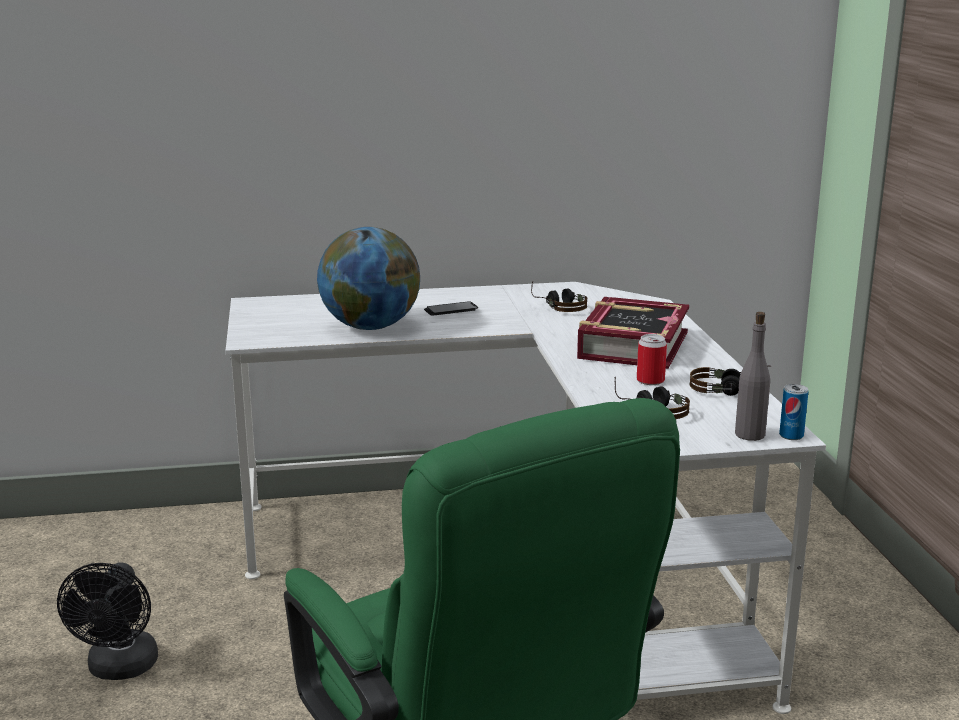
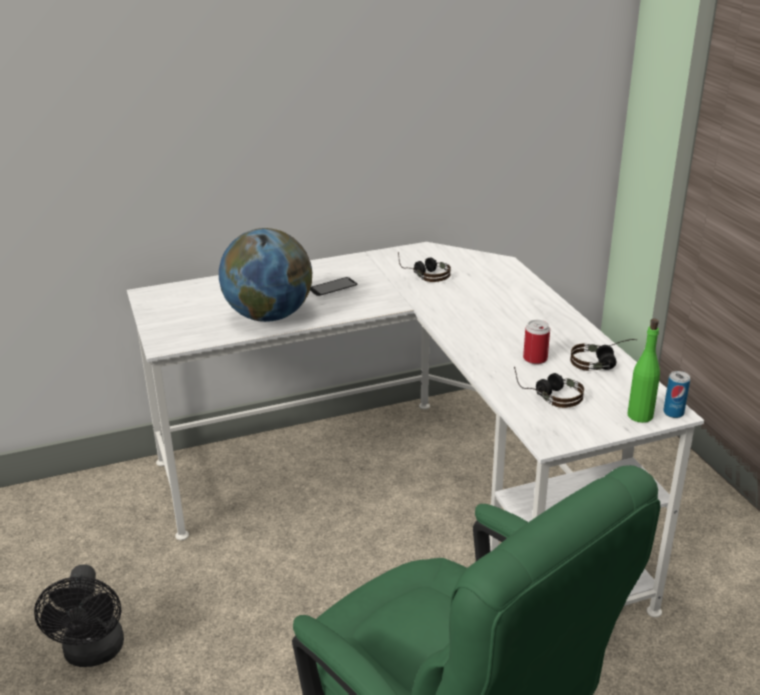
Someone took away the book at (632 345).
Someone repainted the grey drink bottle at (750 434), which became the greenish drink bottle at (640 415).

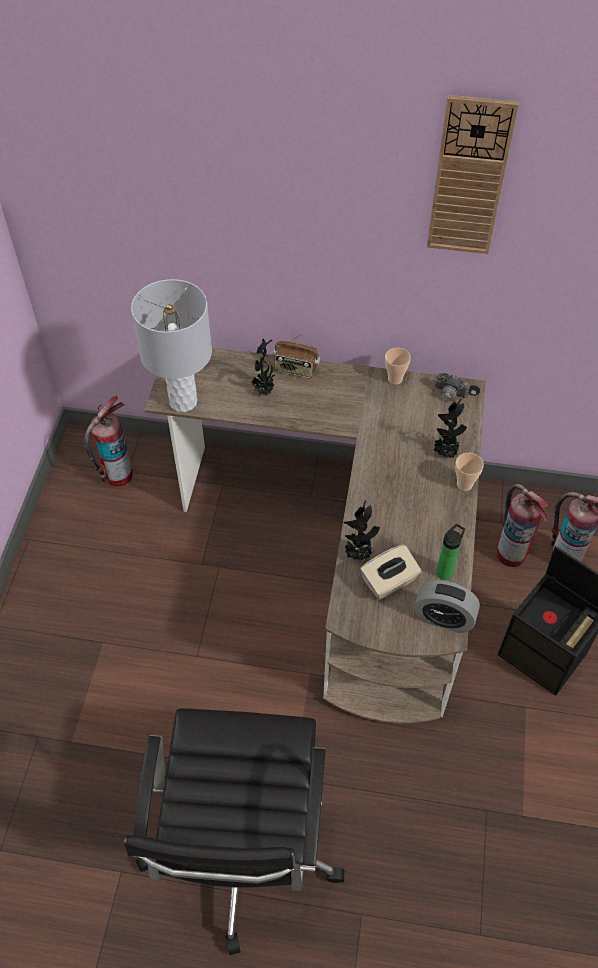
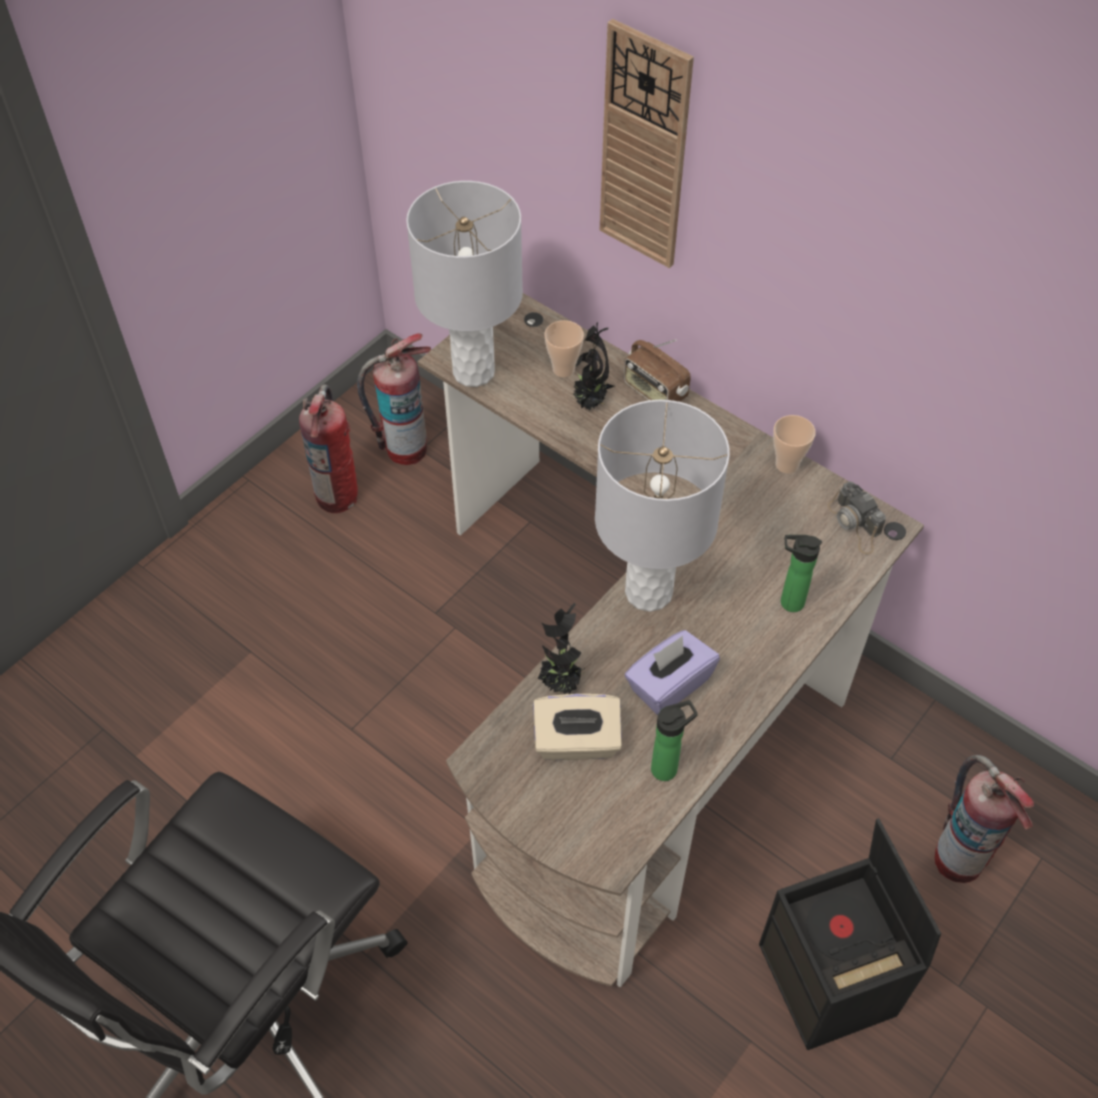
Someone took away the bedside clock at (443 618).
Someone carried the wall clock from (469 178) to (645 148).
Someone swapped the plant in a pot at (446 453) for the drink bottle at (788 602).
Someone carried the drinking cup from (464 484) to (563 369).
Someone carried the extinguisher from (511 553) to (338 496).
Someone put down the grey tabletop lamp at (649 592).
Someone put down the purple-coloured tissue holder at (668 685).

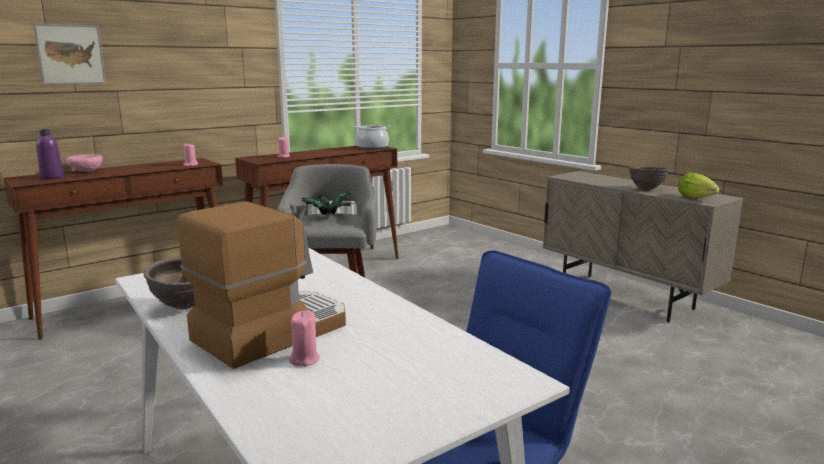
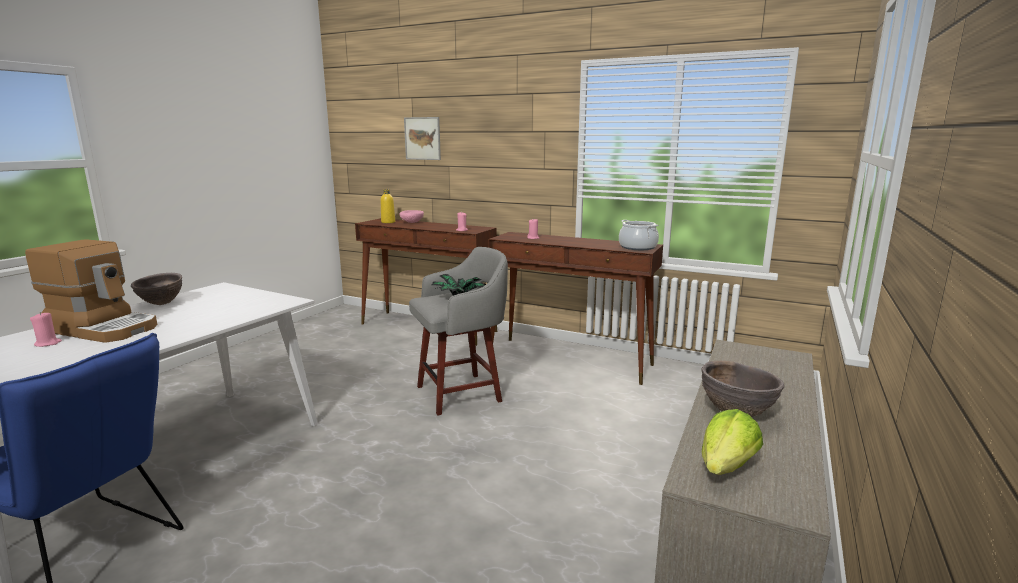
Someone repainted the purple-coloured drink bottle at (52 177), which became the yellow drink bottle at (388 222).

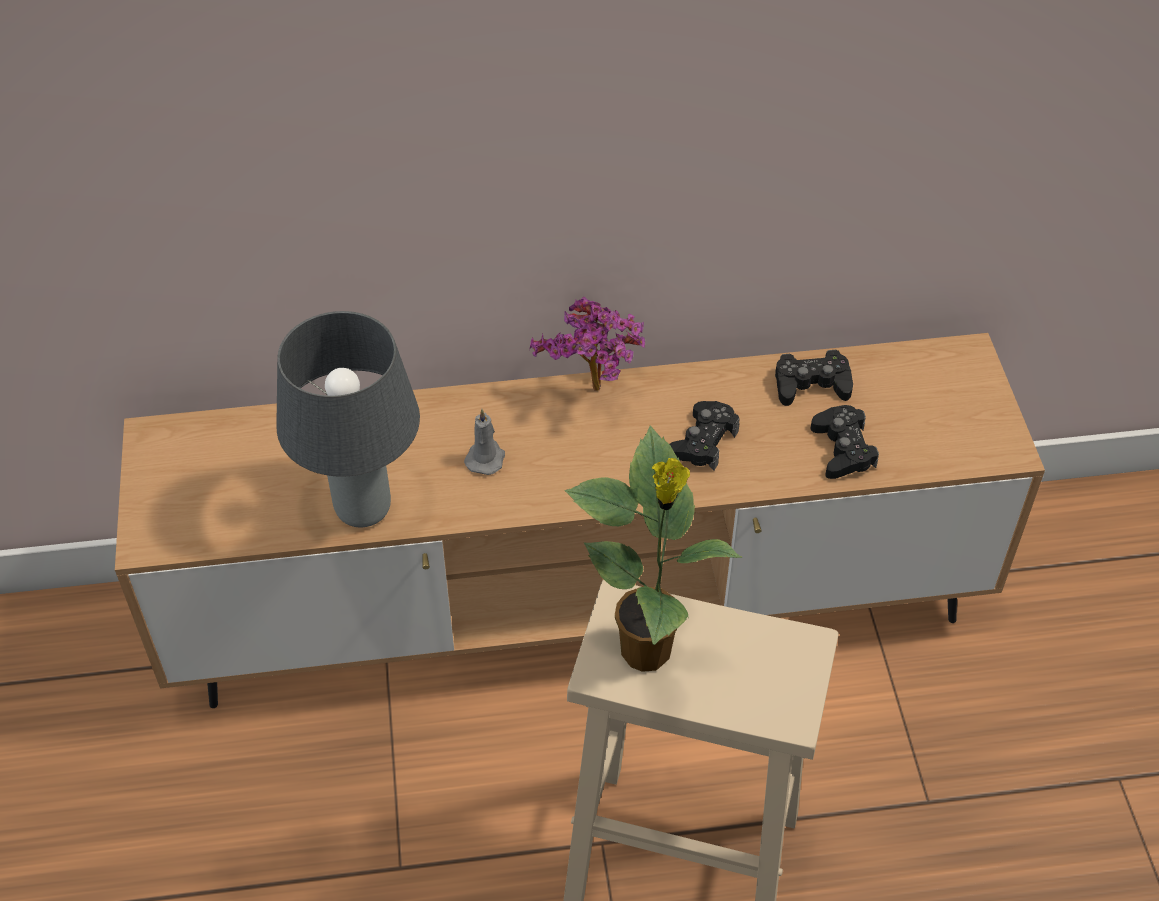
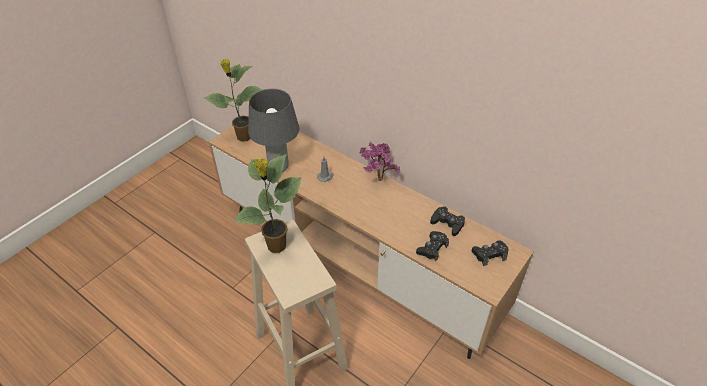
Someone carried the black gamepad from (703 442) to (489 254).
Someone put down the plant in a pot at (243 137).

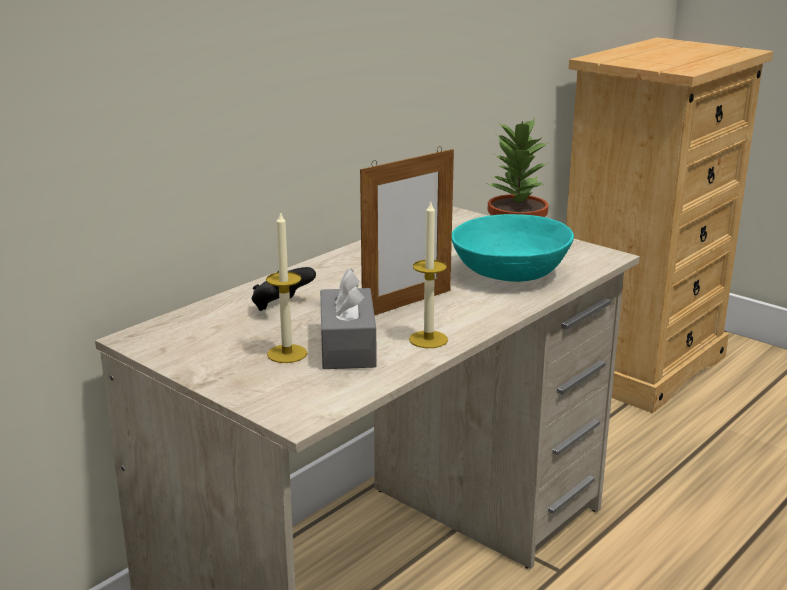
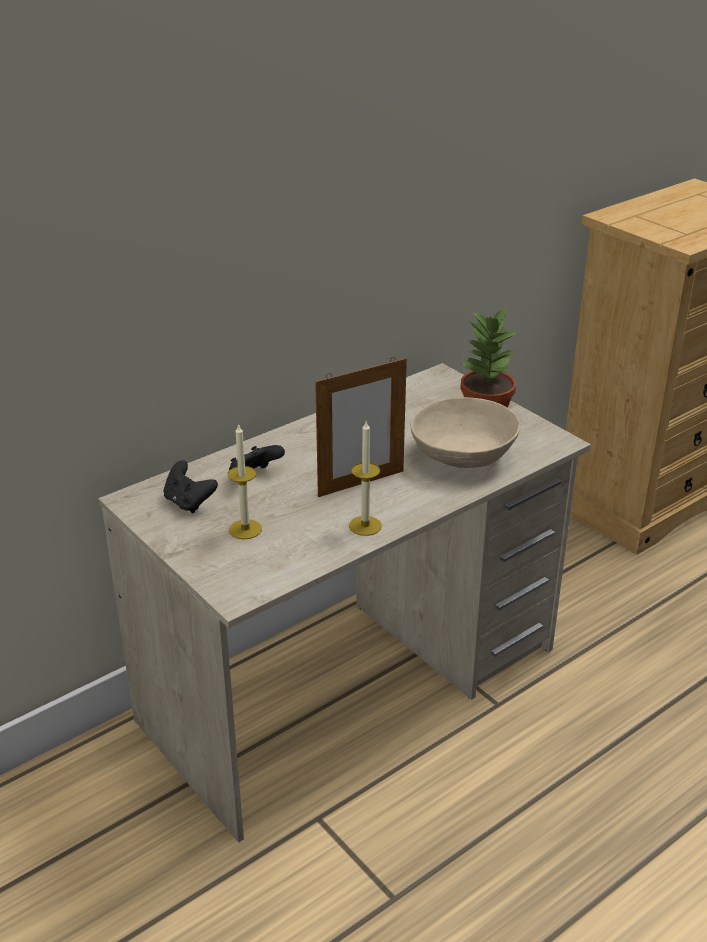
Someone took away the grey tissue holder at (347 346).
Someone repainted the turquoise-coloured serving bowl at (510 273), which became the beige-coloured serving bowl at (464 455).
Someone put down the black gamepad at (189 502).

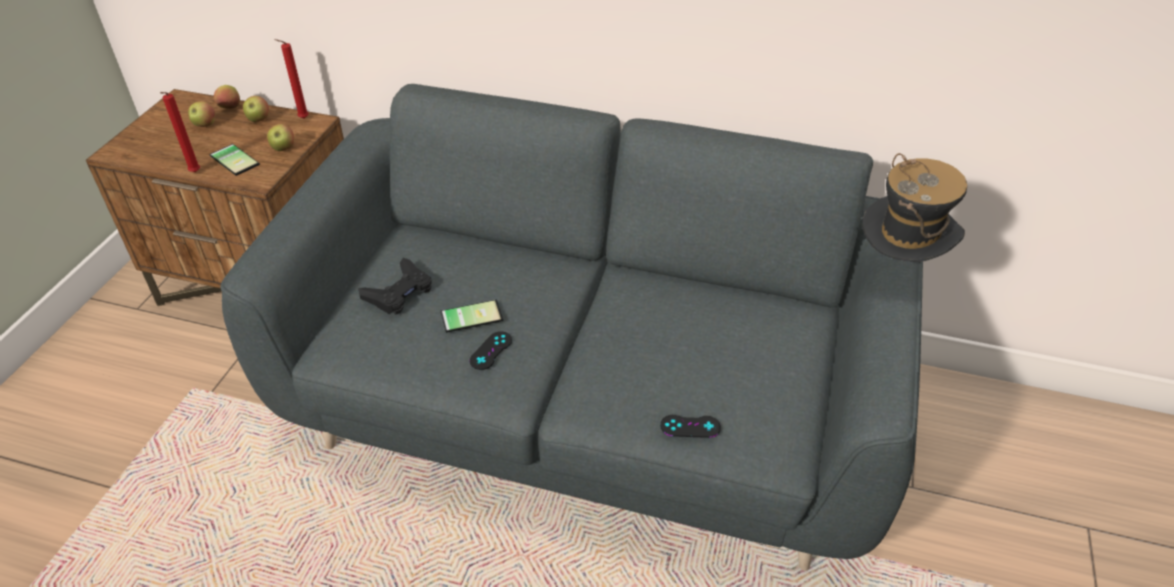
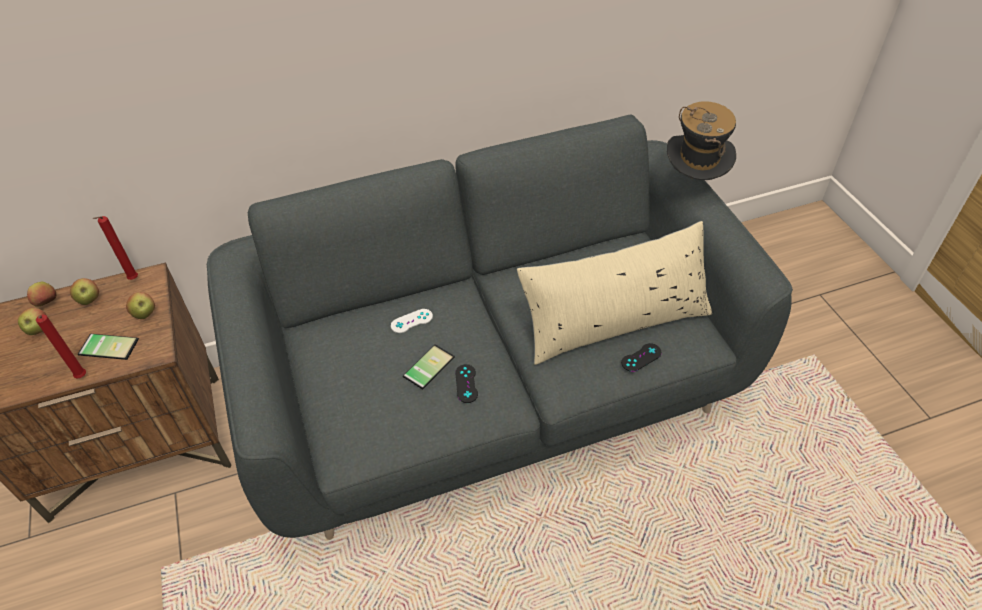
Someone took away the black gamepad at (399 292).
Someone put down the whitish gamepad at (411 321).
Someone put down the beige-coloured pillow at (614 321).

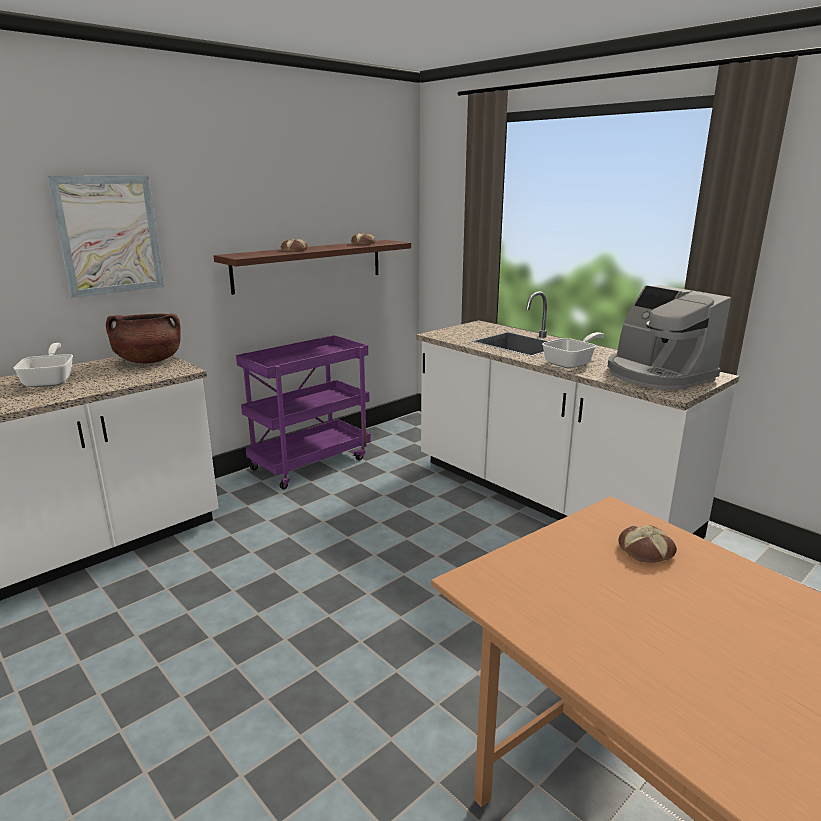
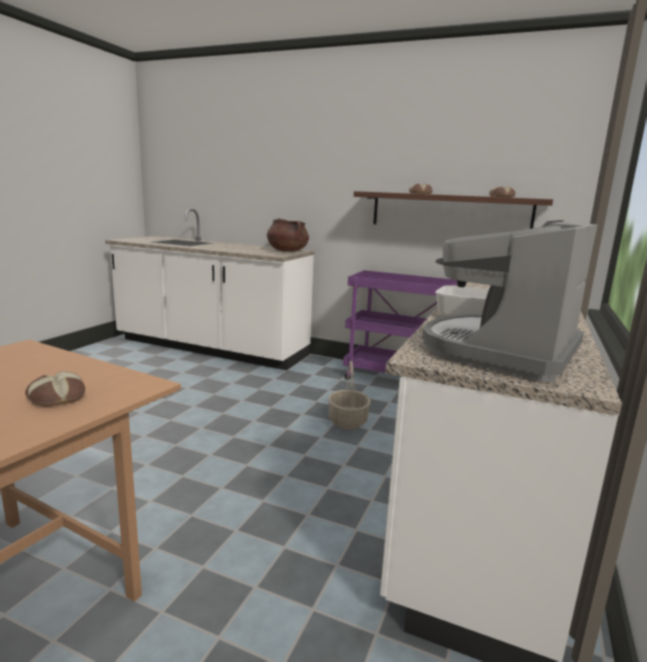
Someone took away the pan at (51 380).
Someone took away the wall art at (109 235).
Someone put down the basket at (348 421).

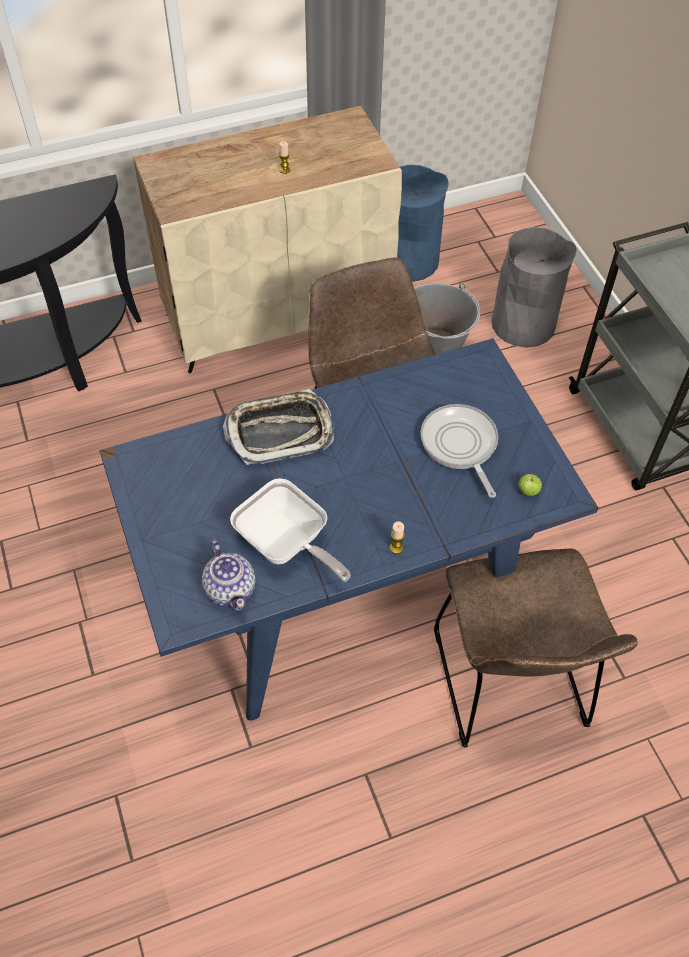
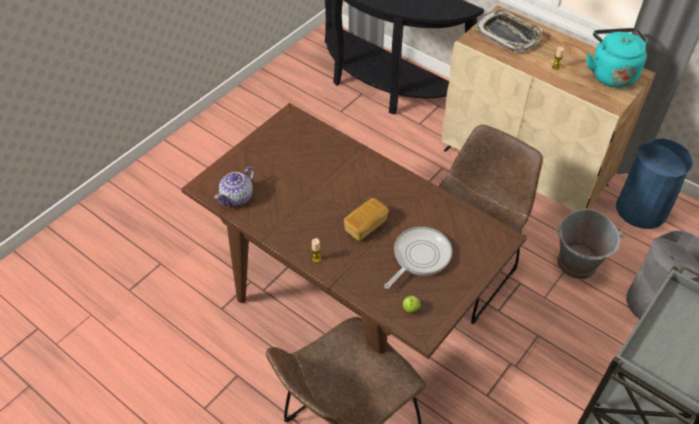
Someone repainted the blue kitchen table at (342 593), which became the brown kitchen table at (349 303).
Someone carried the carrying tray from (280 432) to (508 34).
Someone took away the pan at (287 546).
Someone put down the bread at (365 226).
Someone put down the turquoise-coloured kettle at (611 73).

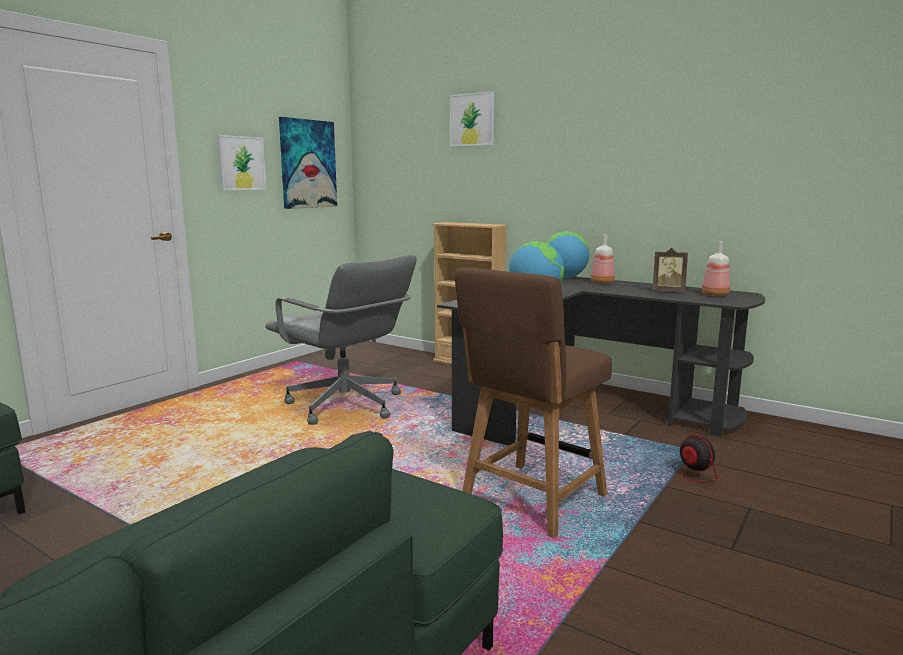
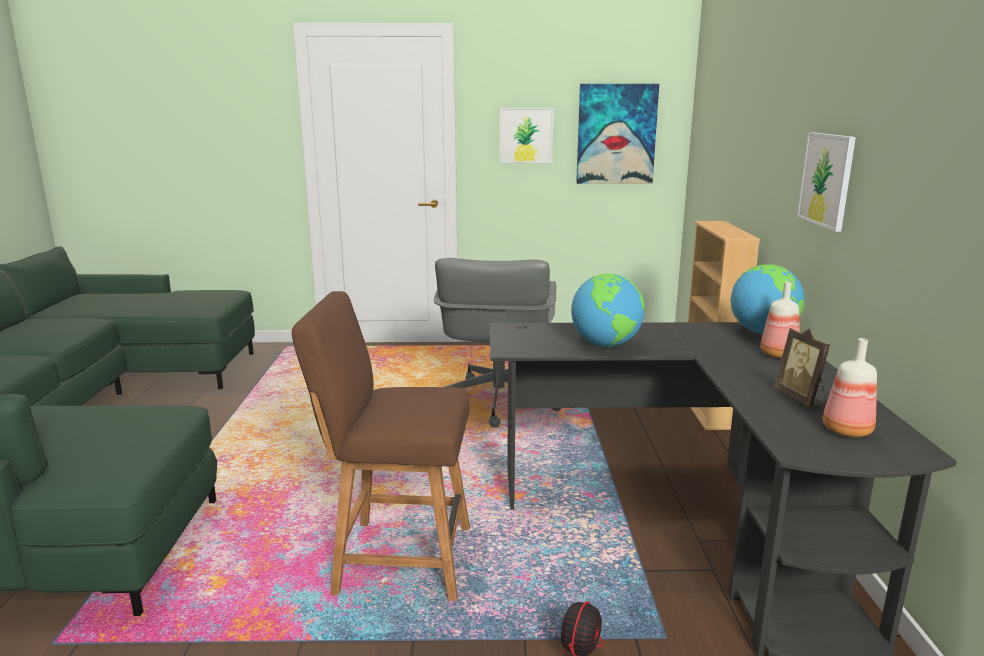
Someone carried the wall art from (472 120) to (826 180).

